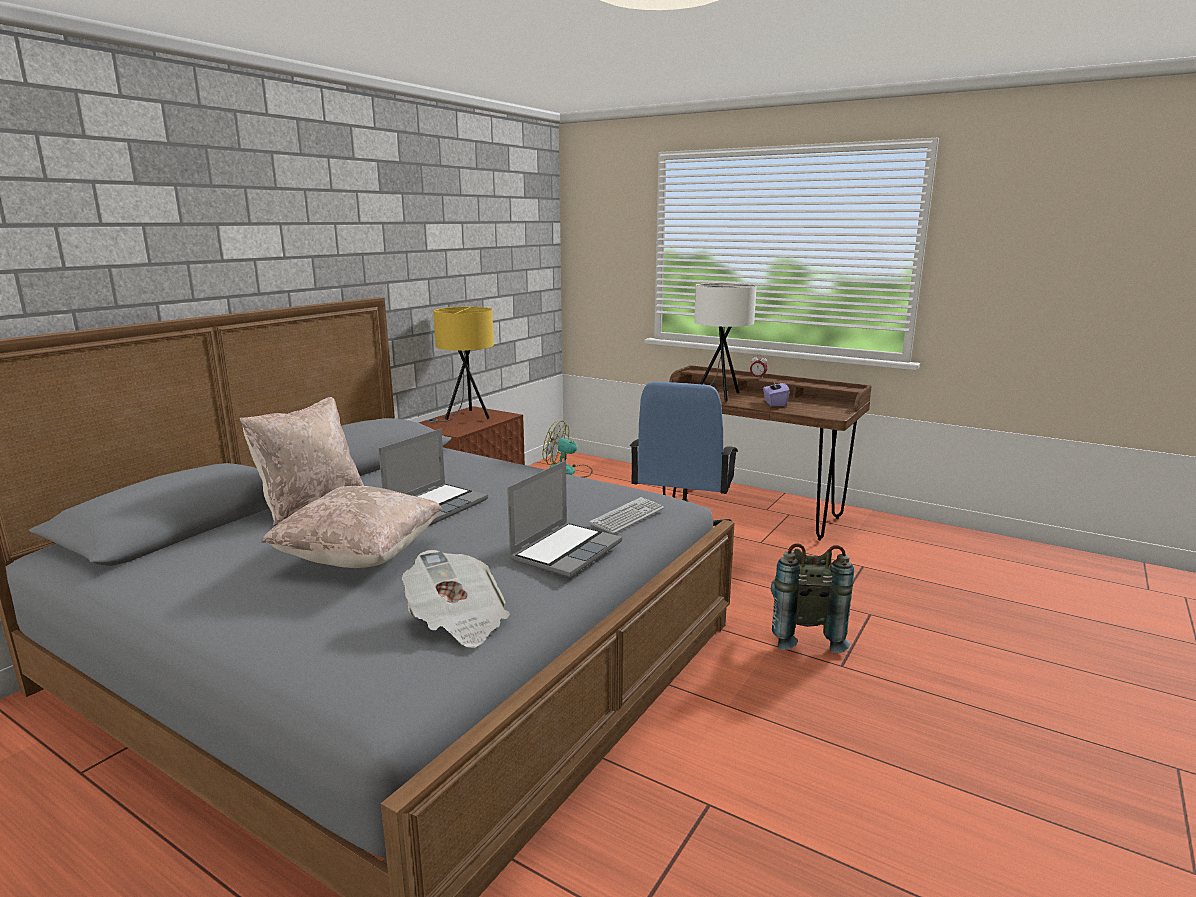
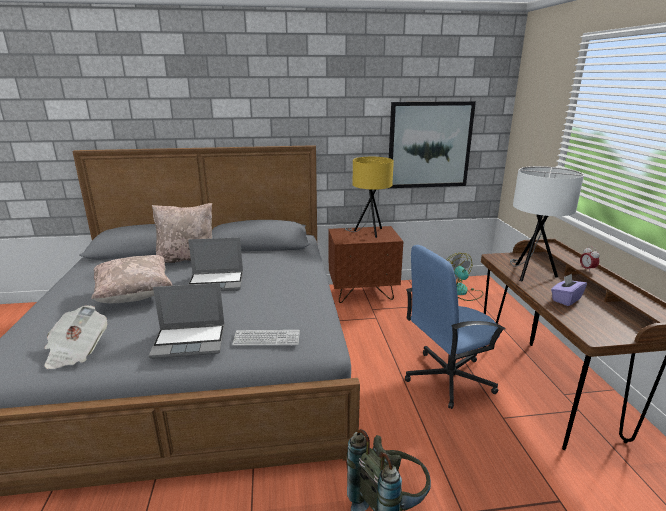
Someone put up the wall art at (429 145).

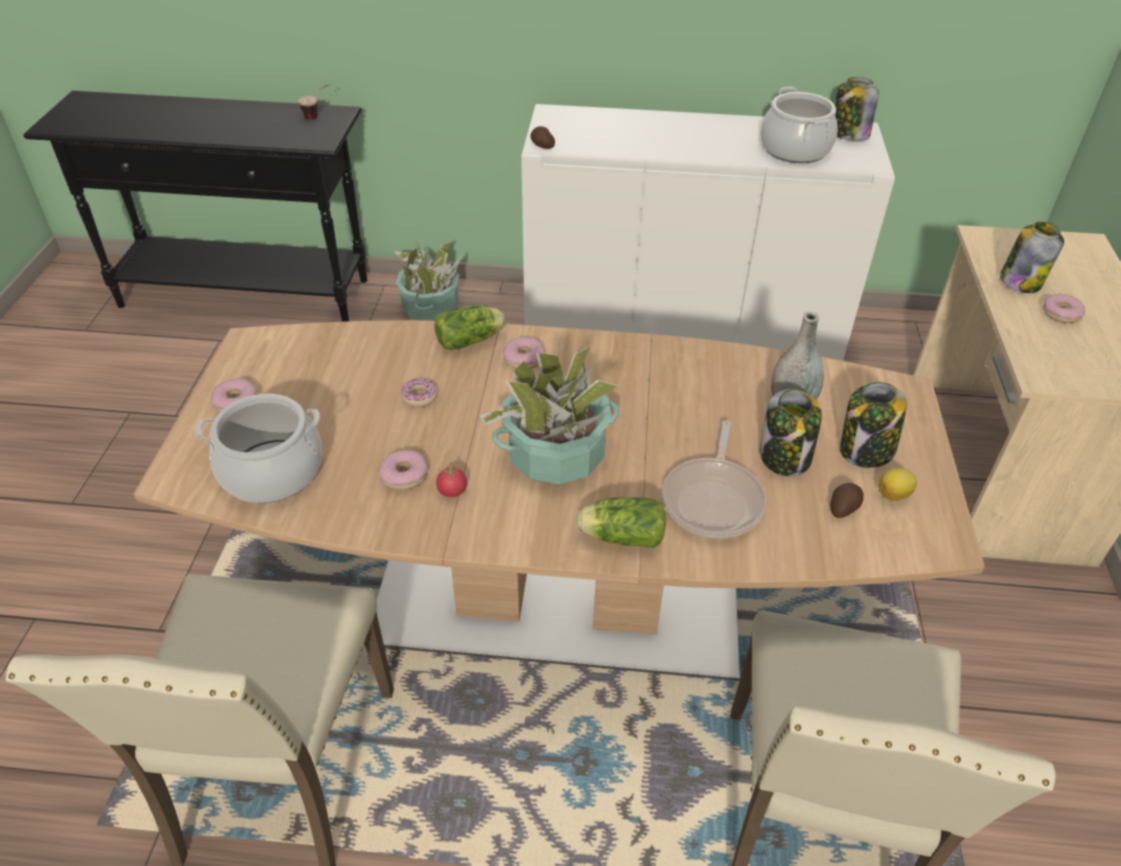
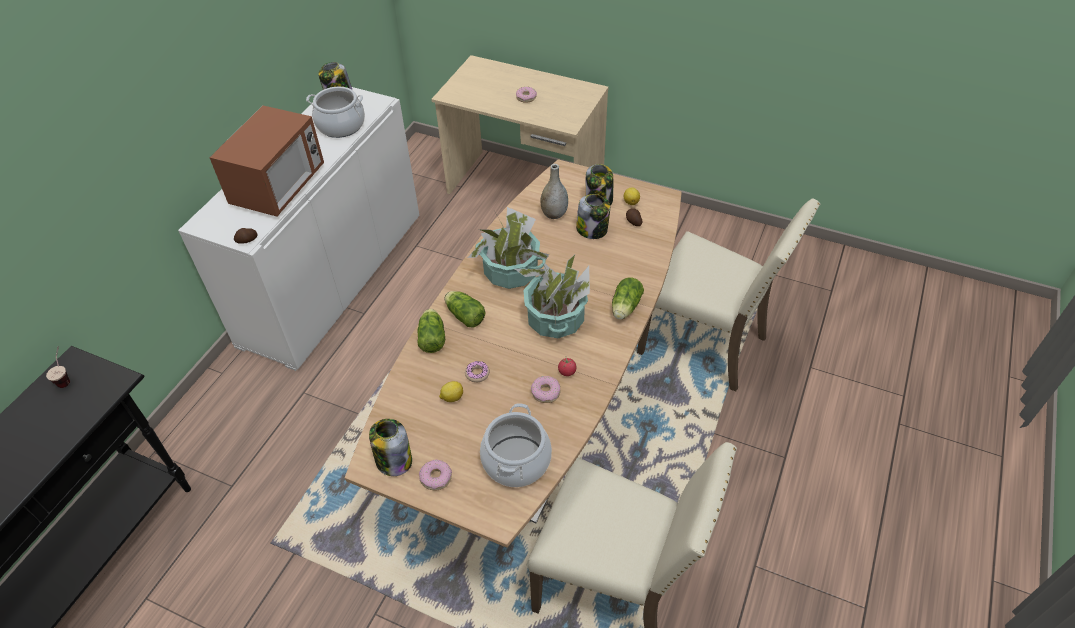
Someone carried the plant in a pot from (431 308) to (511 271).
Someone swapped the ring doughnut at (524 359) for the lettuce at (464 315).
Someone took away the pan at (714 499).
Someone carried the preserve jar from (1020 281) to (393 460).
Someone put down the microwave oven at (279 187).
Someone put down the whole lemon at (452 397).

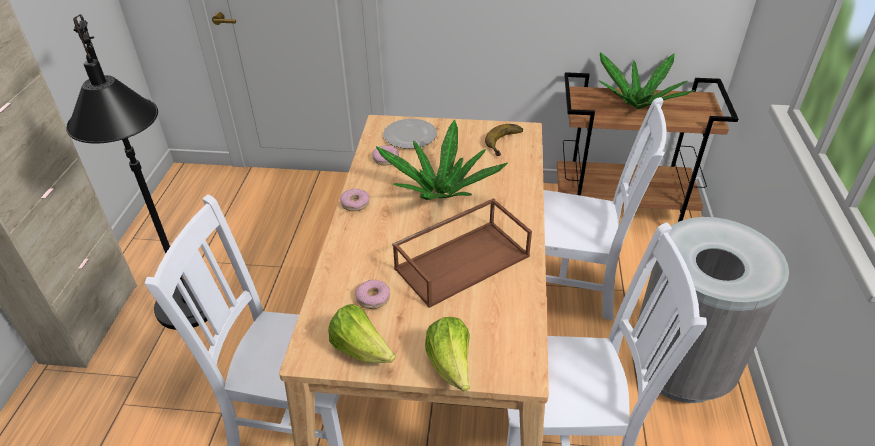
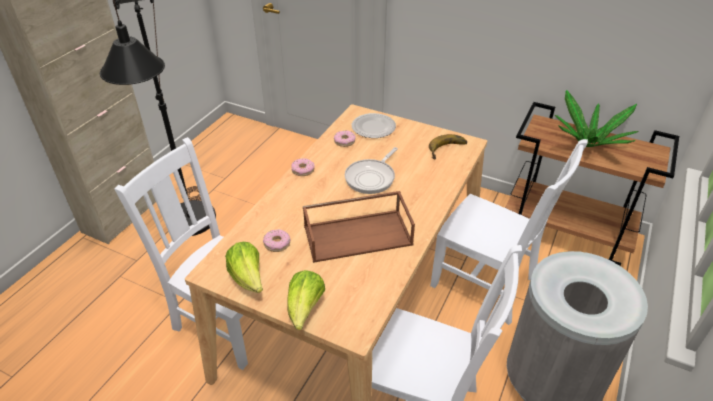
Someone swapped the plant in a pot at (440 193) for the pan at (372 178).

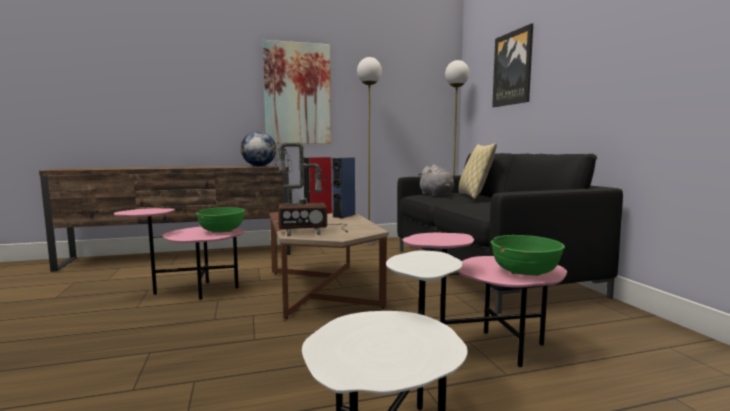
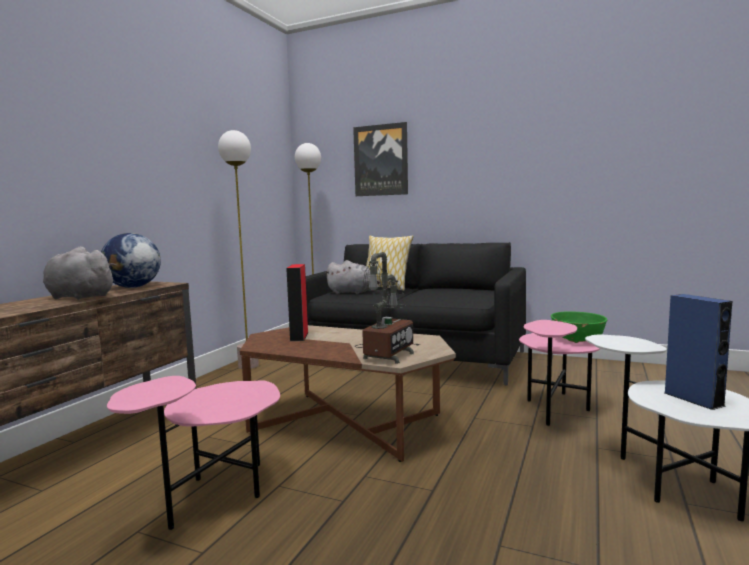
Someone took away the greenish serving bowl at (222 231).
Someone took away the wall art at (297 94).
Someone carried the blue loudspeaker from (344 215) to (693 399).
Someone put down the grey plush toy at (78 297).

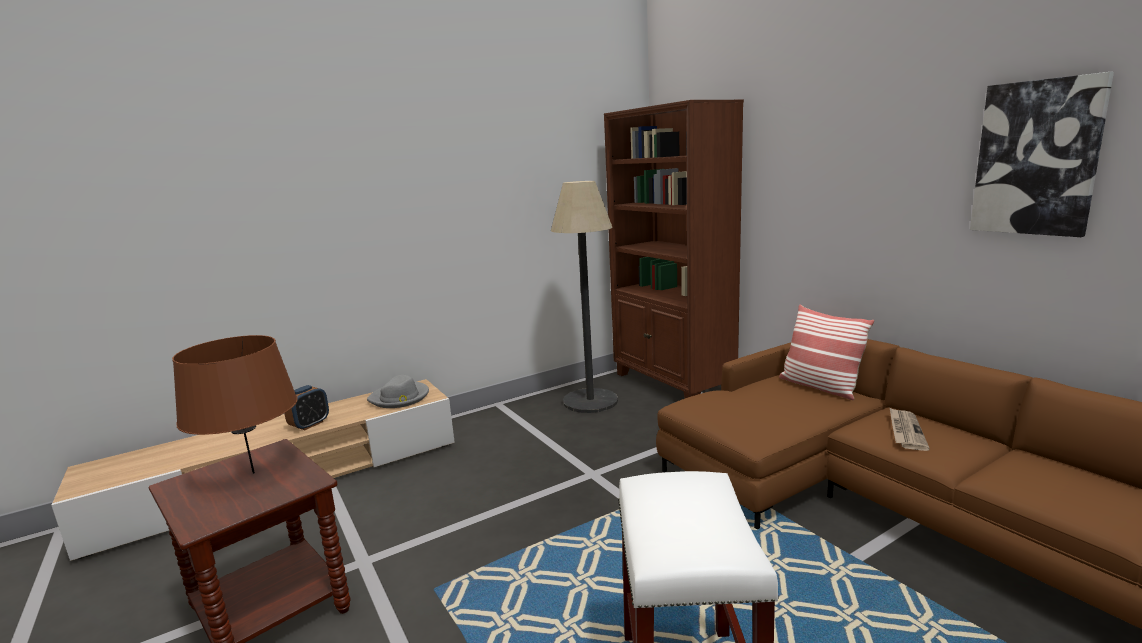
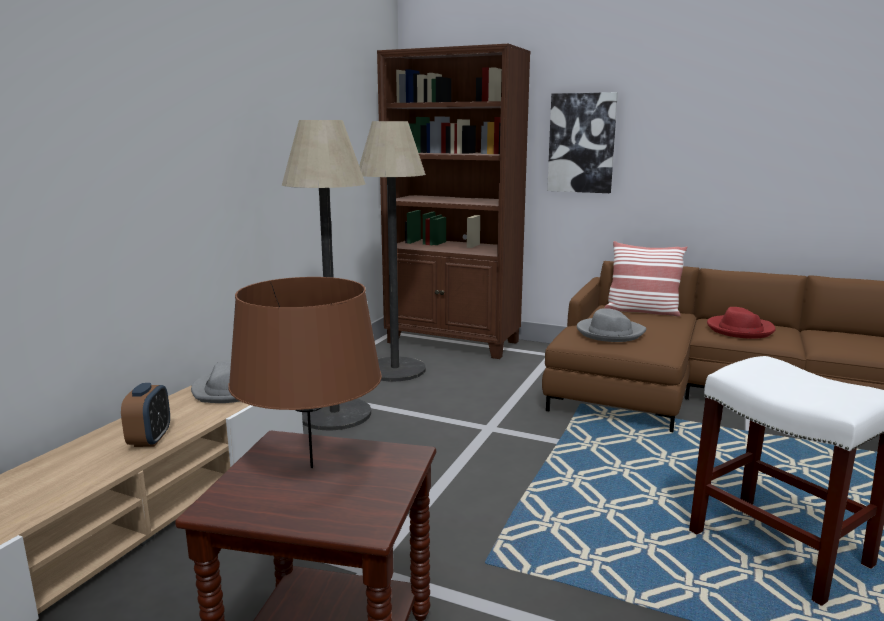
Someone swapped the daily paper at (905 431) for the red-coloured wearable hat at (740 329).
Someone carried the wall art from (1037 158) to (582 143).
Someone put down the standard lamp at (334 414).
Someone put down the grey wearable hat at (609 332).

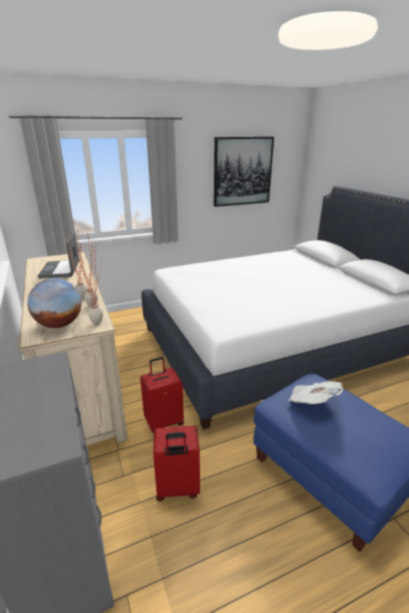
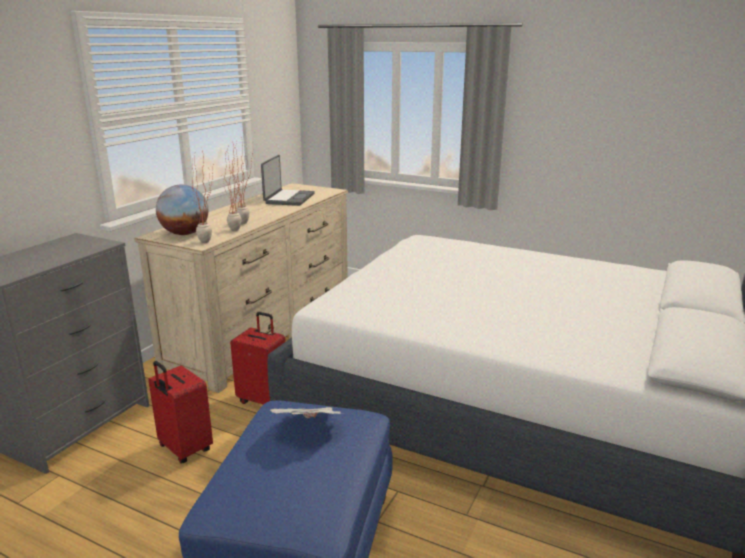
Someone rotated the portable computer at (61 270) by 150 degrees clockwise.
Someone took away the wall art at (242 171).

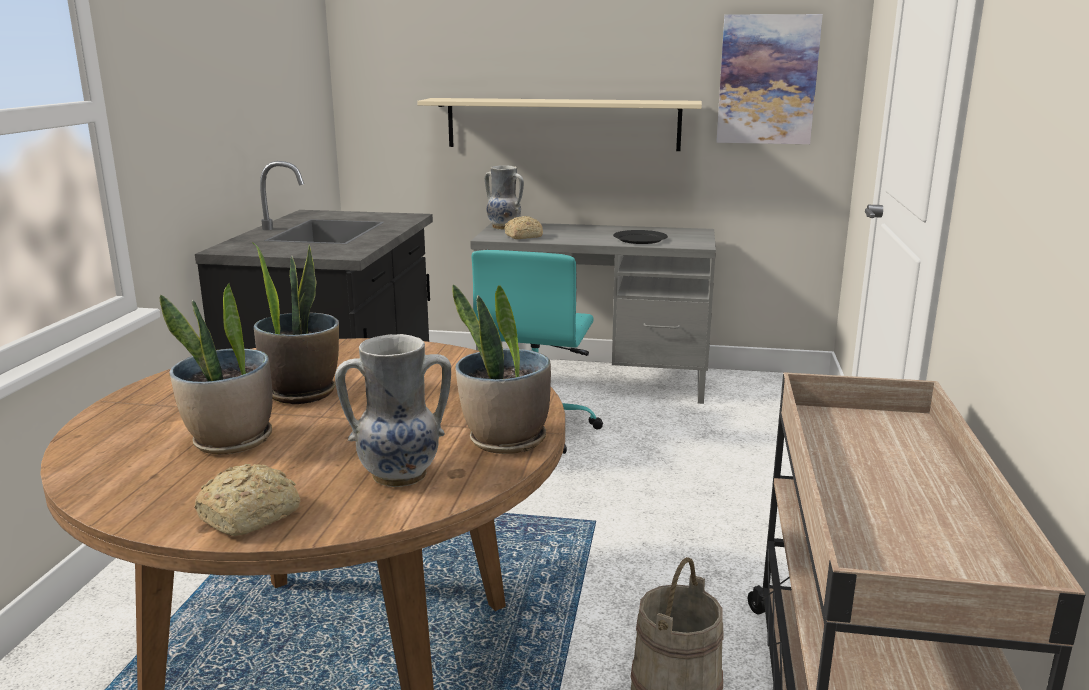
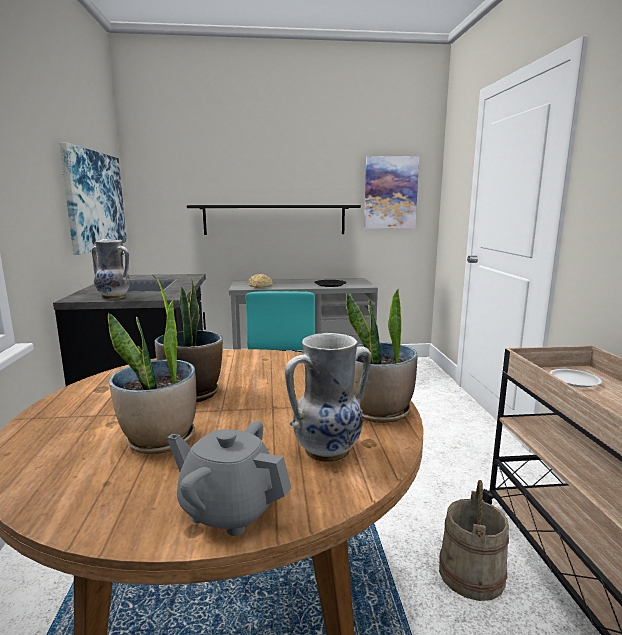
Someone swapped the bread at (252 515) for the grey teapot at (229 509).
Someone repainted the beige-coloured bracket shelf at (562 124), which became the black bracket shelf at (274 219).
Someone carried the decorative vase from (504 227) to (114 297).
Someone put up the wall art at (95 200).
Someone put down the whitish plate at (573 381).

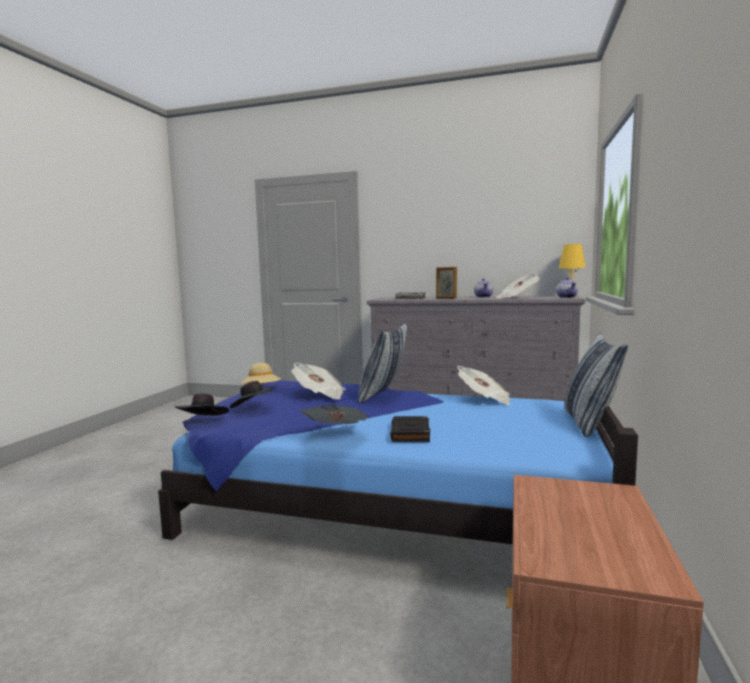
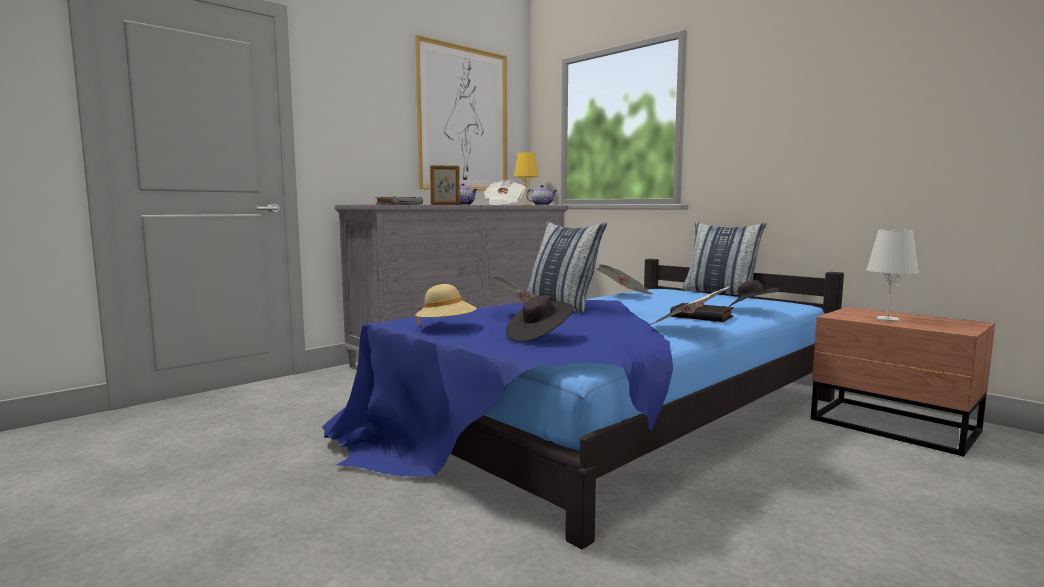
Someone carried the black wearable hat from (203 422) to (750 311).
Someone put up the wall art at (463 119).
Someone put down the whitish tabletop lamp at (887 319).

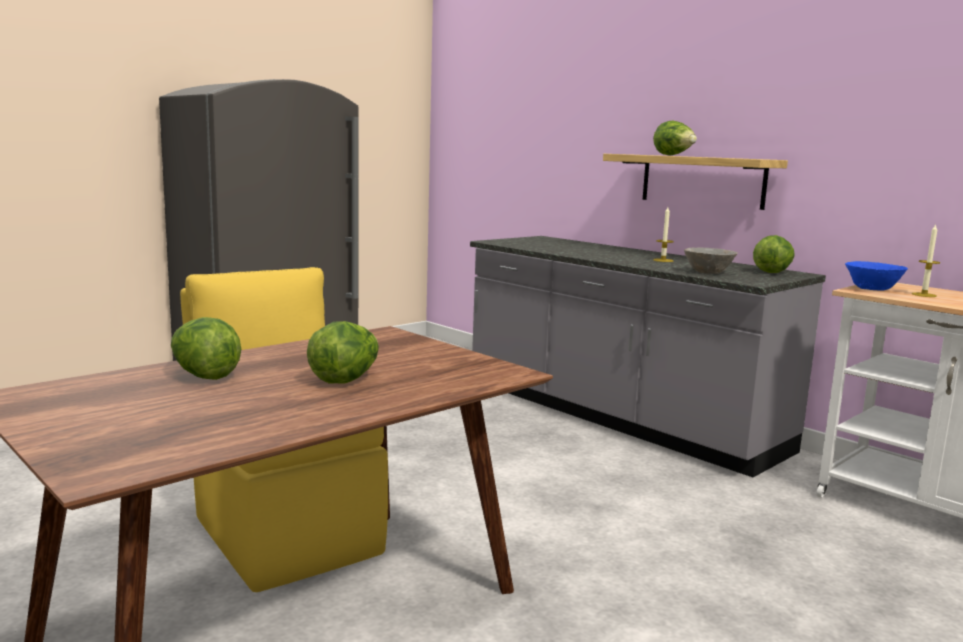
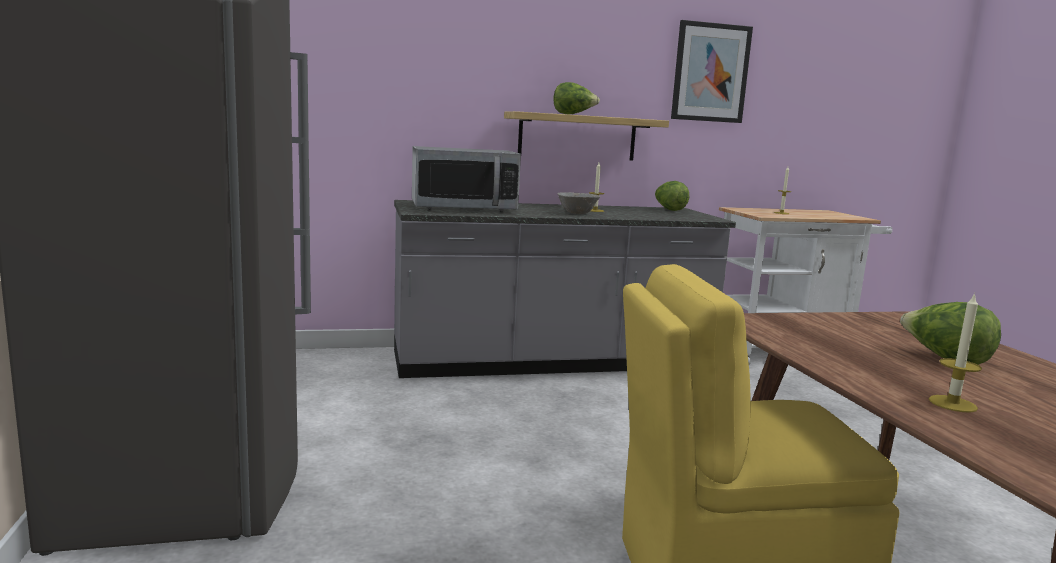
Someone swapped the lettuce at (204 375) for the wax candle at (952 404).
Someone carried the grey serving bowl from (709 272) to (577 213).
Someone took away the blue serving bowl at (872 289).
Someone put down the microwave oven at (463 208).
Someone put up the wall art at (710 73).

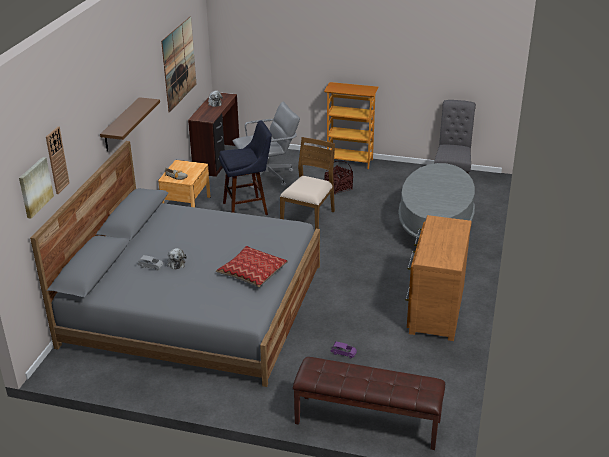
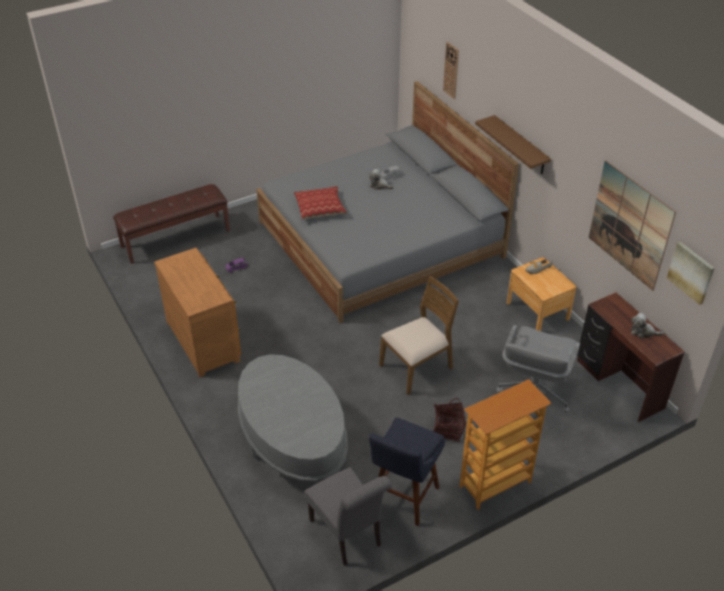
Someone carried the wall art from (35 187) to (691 272).
Someone carried the blue stool from (248 208) to (403 500).
Someone rotated the brown upright chair at (309 218) by 105 degrees counterclockwise.

